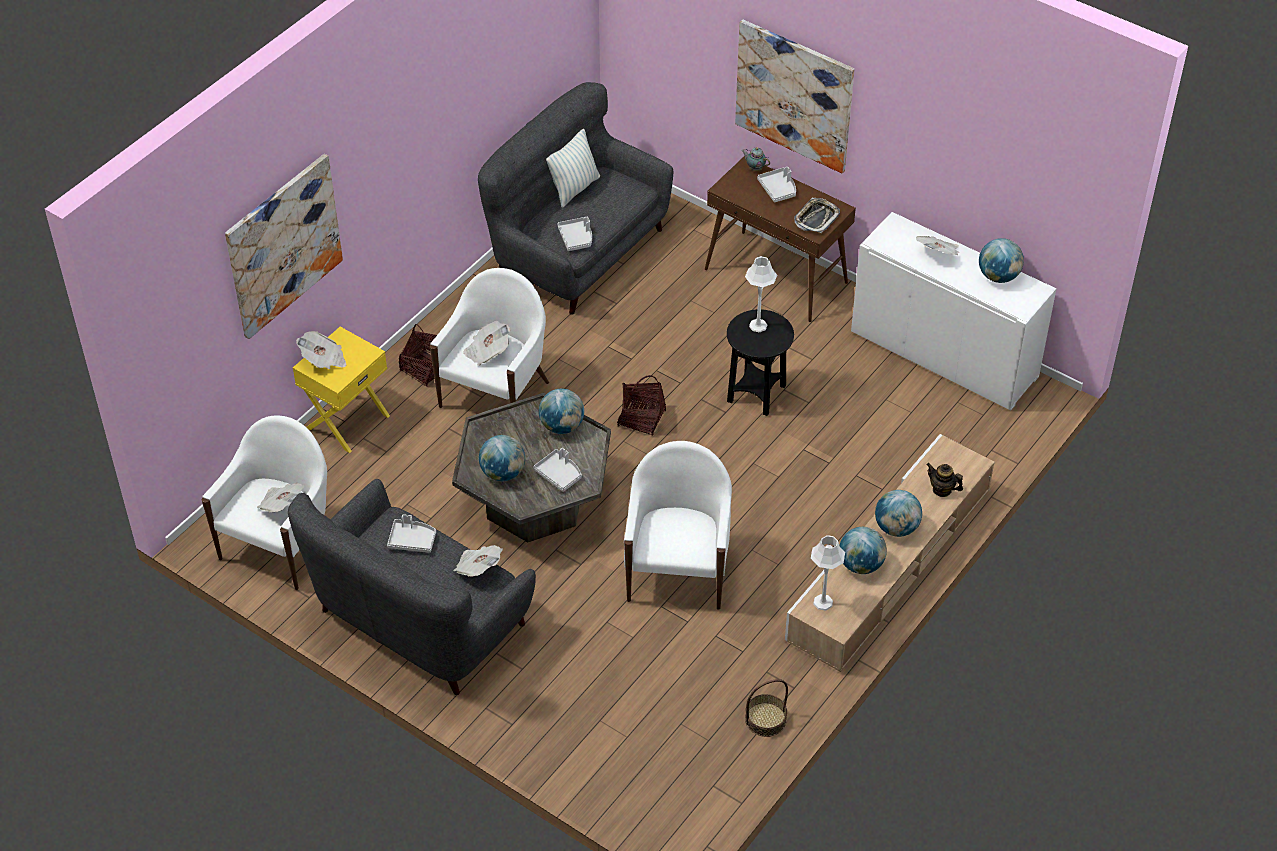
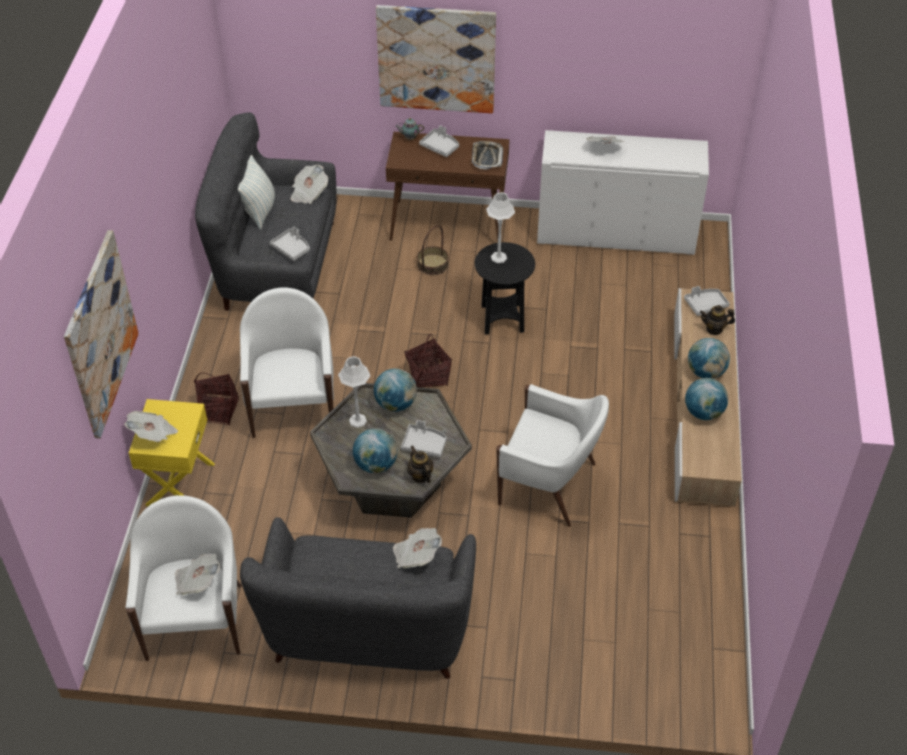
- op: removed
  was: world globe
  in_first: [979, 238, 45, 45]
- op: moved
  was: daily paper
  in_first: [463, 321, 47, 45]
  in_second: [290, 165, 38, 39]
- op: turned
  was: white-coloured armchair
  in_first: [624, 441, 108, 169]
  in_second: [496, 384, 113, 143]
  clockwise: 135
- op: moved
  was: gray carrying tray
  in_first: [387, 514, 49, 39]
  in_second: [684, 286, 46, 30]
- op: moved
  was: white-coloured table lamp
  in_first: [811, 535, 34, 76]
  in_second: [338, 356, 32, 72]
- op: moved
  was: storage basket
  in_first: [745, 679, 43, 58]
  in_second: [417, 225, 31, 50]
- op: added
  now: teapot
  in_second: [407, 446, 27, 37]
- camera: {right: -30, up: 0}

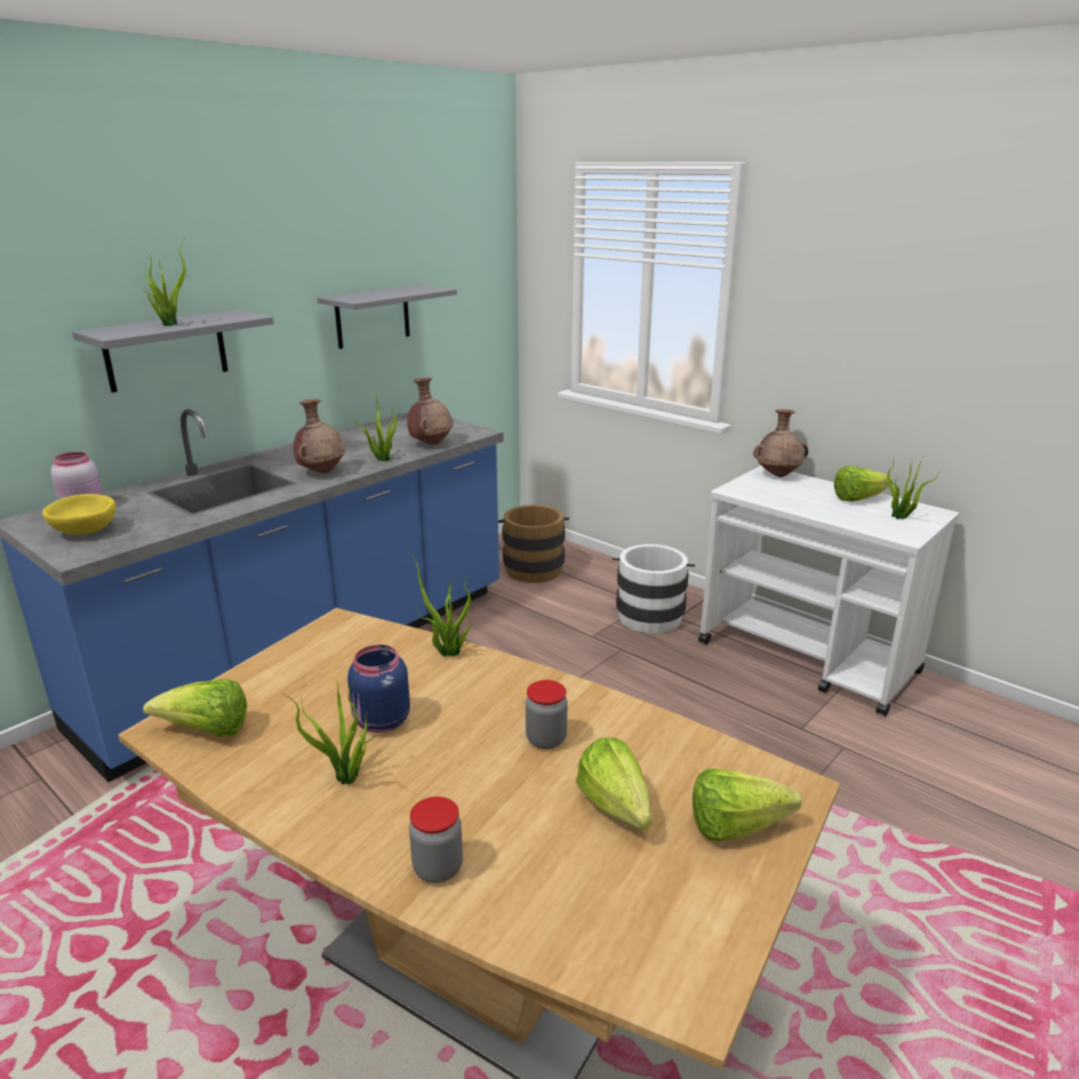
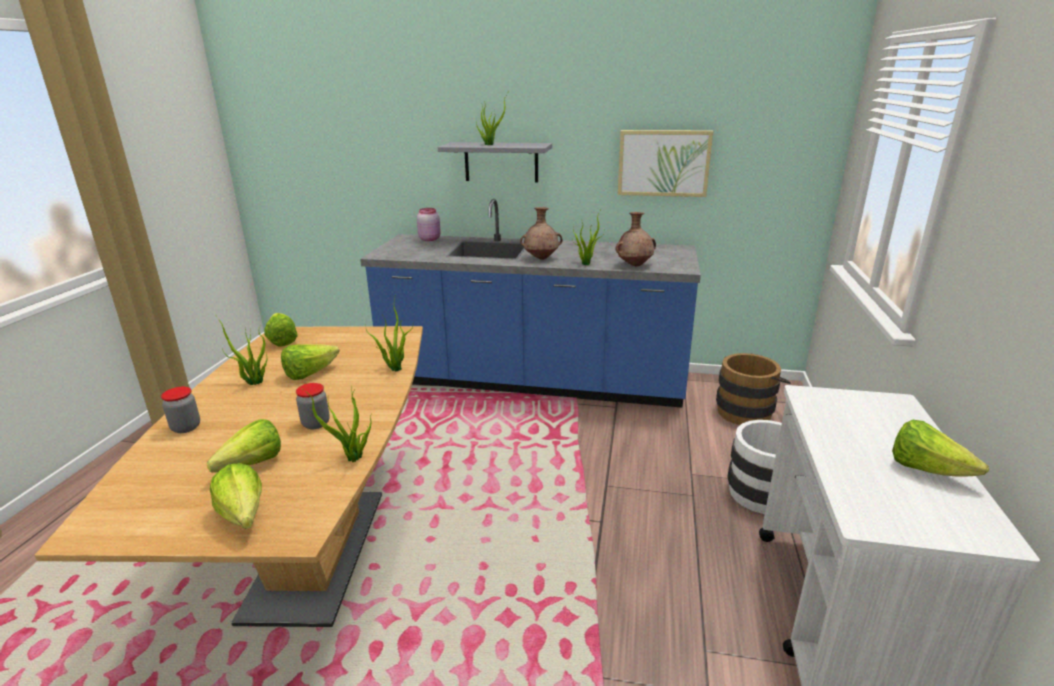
- op: replaced
  was: gray wall shelf
  now: wall art
  in_first: [317, 284, 140, 65]
  in_second: [618, 130, 95, 67]
- op: removed
  was: brown flower vase
  in_first: [754, 409, 54, 68]
- op: moved
  was: plant in a pot
  in_first: [887, 457, 53, 62]
  in_second: [300, 387, 71, 75]
- op: removed
  was: yellow deep dish
  in_first: [43, 494, 73, 41]
- op: replaced
  was: blue-coloured preserve jar
  now: head of lettuce
  in_first: [348, 645, 62, 88]
  in_second: [281, 344, 59, 36]
- camera: {right: 60, up: 0}

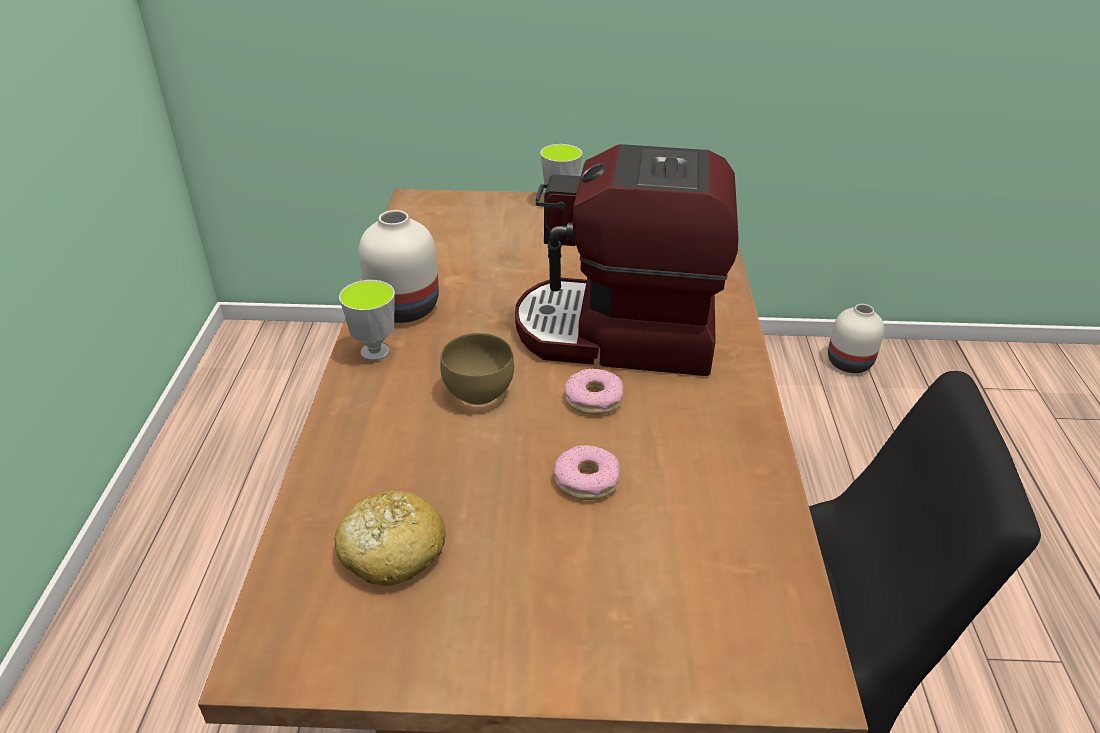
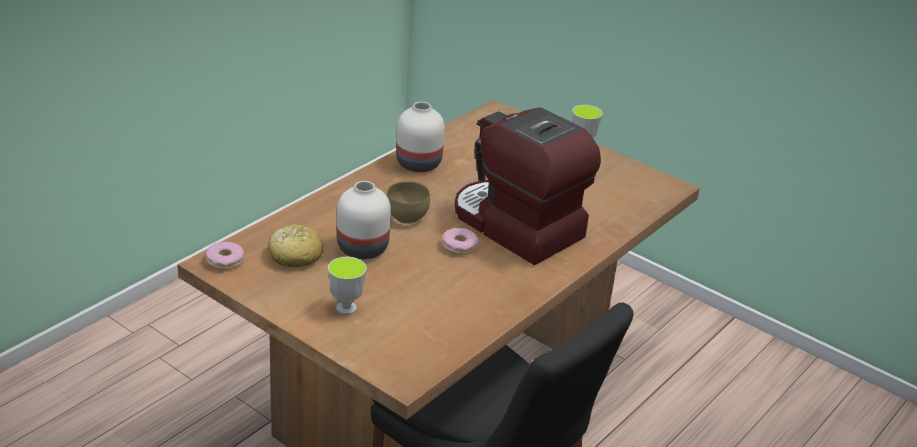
- op: moved
  was: small cup
  in_first: [339, 280, 56, 81]
  in_second: [328, 257, 39, 58]
- op: moved
  was: white-coloured flower vase
  in_first: [828, 304, 56, 69]
  in_second: [337, 181, 54, 78]
- op: moved
  was: ring doughnut
  in_first: [554, 445, 66, 55]
  in_second: [206, 241, 38, 29]
- camera: {right: 35, up: -5}

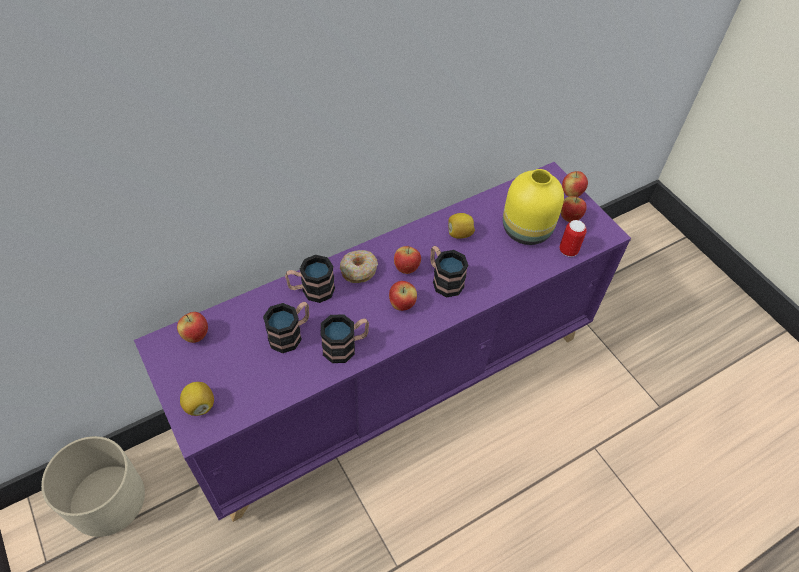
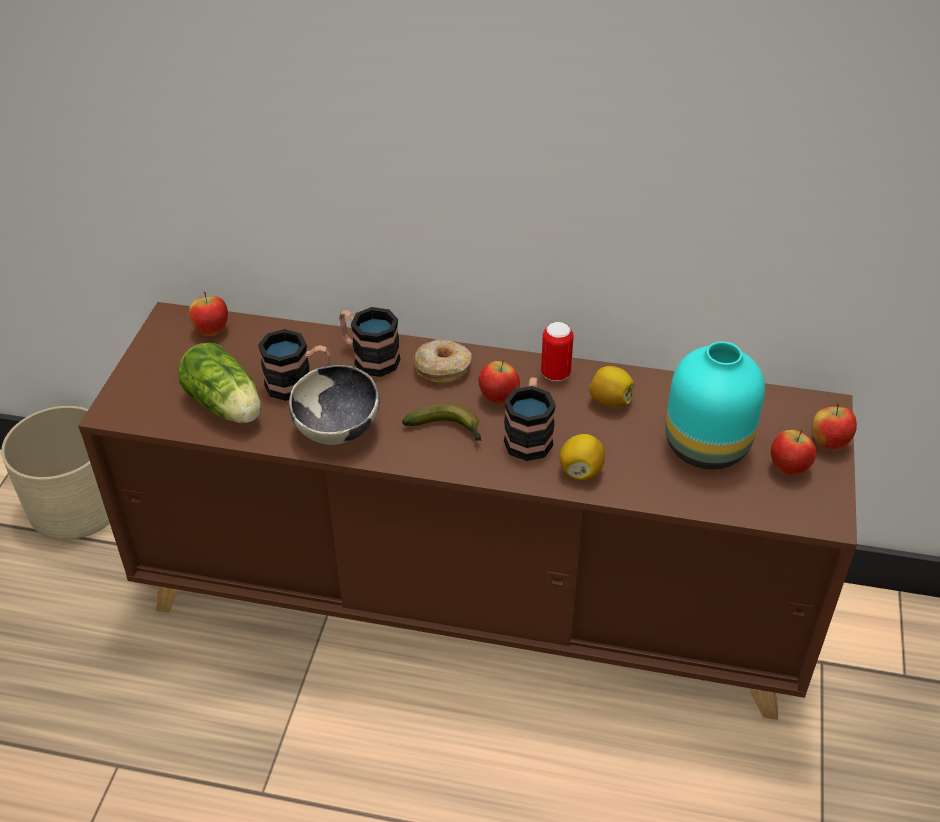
- op: recoloured
  was: purple-coloured cupboard
  now: brown cupboard
  in_first: [134, 162, 497, 360]
  in_second: [78, 302, 779, 418]
- op: recoloured
  was: yellow flower vase
  now: turquoise-coloured flower vase
  in_first: [503, 169, 61, 76]
  in_second: [665, 341, 100, 128]
- op: moved
  was: metal can
  in_first: [560, 220, 27, 37]
  in_second: [541, 322, 33, 59]
- op: replaced
  was: apple fruit
  now: banana fruit
  in_first: [389, 281, 28, 30]
  in_second: [402, 404, 80, 37]
- op: replaced
  was: coffee mug
  now: deep dish
  in_first: [321, 314, 48, 49]
  in_second: [289, 365, 91, 80]
- op: moved
  was: whole lemon
  in_first: [180, 382, 34, 34]
  in_second: [560, 434, 45, 47]
- op: added
  now: head of lettuce
  in_second: [178, 343, 83, 80]
- camera: {right: 45, up: -10}

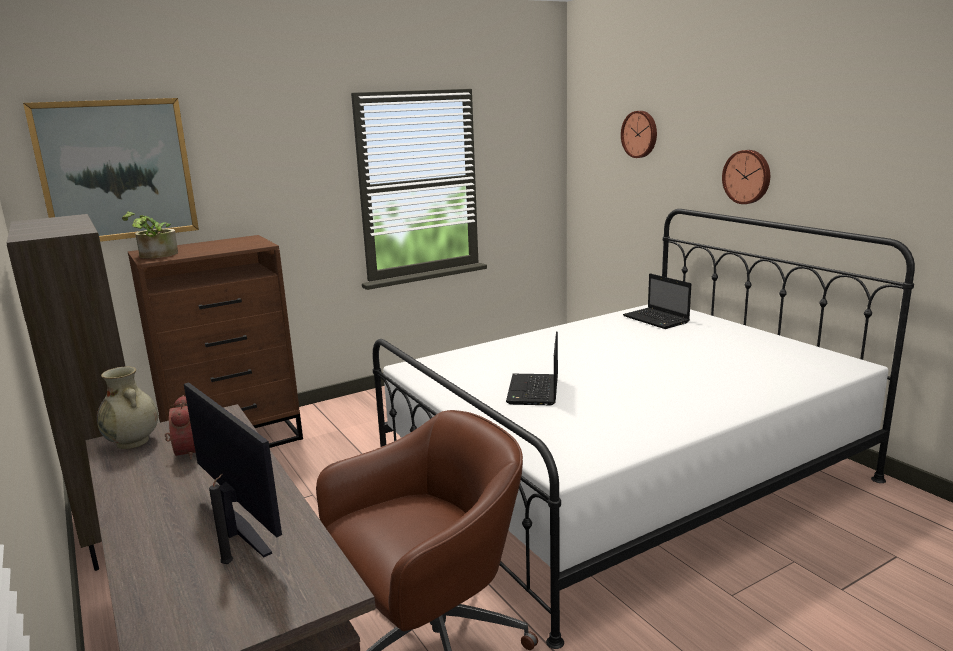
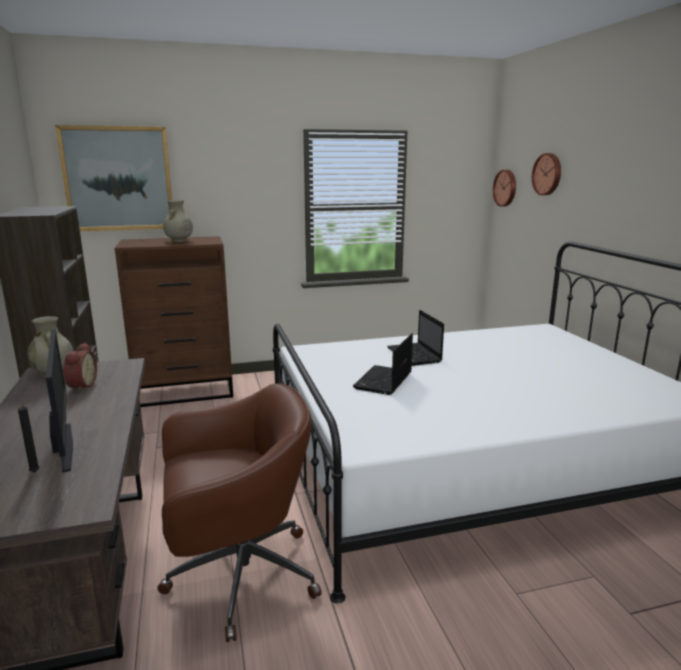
- op: moved
  was: wall clock
  in_first: [722, 150, 48, 54]
  in_second: [493, 170, 23, 37]
- op: removed
  was: plant in a pot
  in_first: [122, 211, 56, 48]
- op: moved
  was: laptop
  in_first: [623, 273, 68, 56]
  in_second: [387, 310, 57, 56]
- op: added
  now: beige-coloured flower vase
  in_second: [163, 200, 30, 42]
- camera: {right: 15, up: 0}

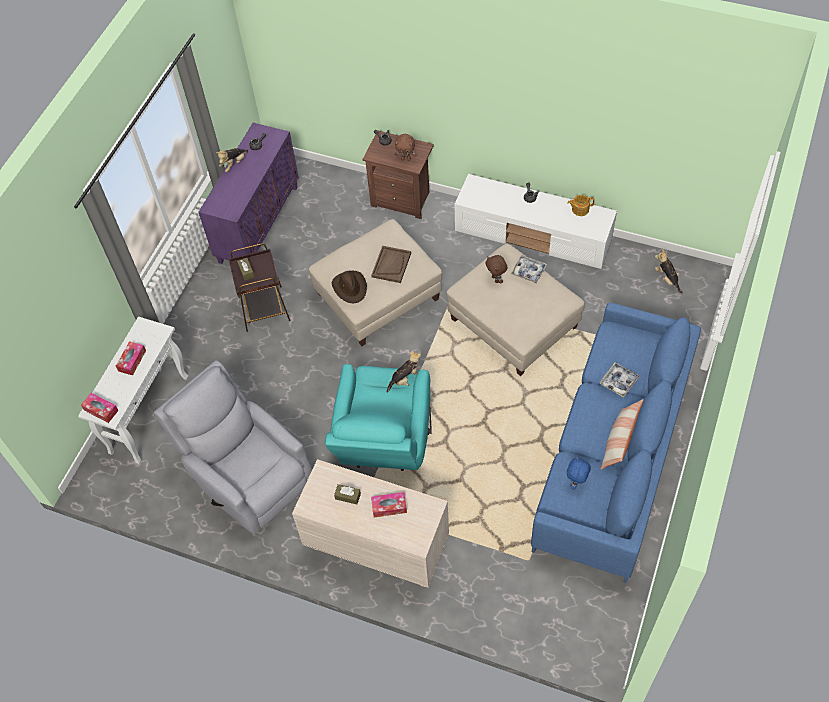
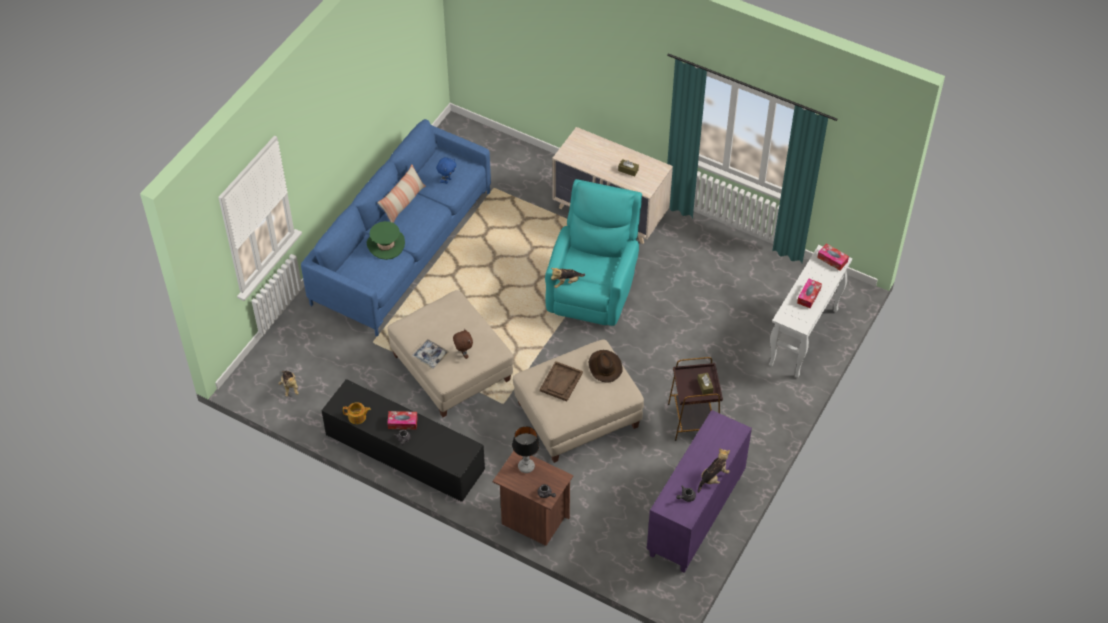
- op: replaced
  was: brown cuddly toy
  now: table lamp
  in_first: [395, 134, 22, 27]
  in_second: [512, 426, 28, 47]
- op: recoloured
  was: white-coloured tv unit
  now: black-coloured tv unit
  in_first: [455, 174, 162, 95]
  in_second: [322, 379, 163, 123]
- op: removed
  was: gray armchair
  in_first: [154, 360, 158, 174]
- op: replaced
  was: carrying tray
  now: green-coloured hat
  in_first: [599, 362, 41, 35]
  in_second: [367, 221, 38, 39]
- op: moved
  was: box of tissues
  in_first: [371, 492, 36, 25]
  in_second: [387, 411, 31, 19]
- camera: {right: -175, up: -5}

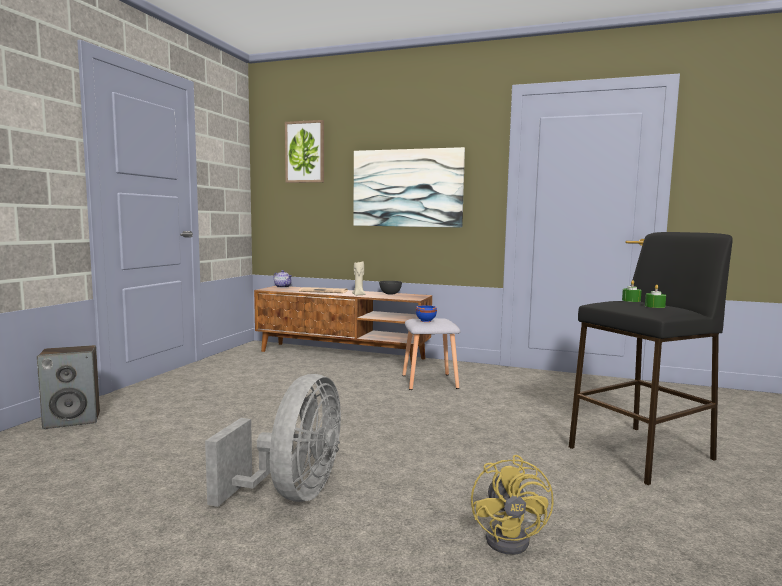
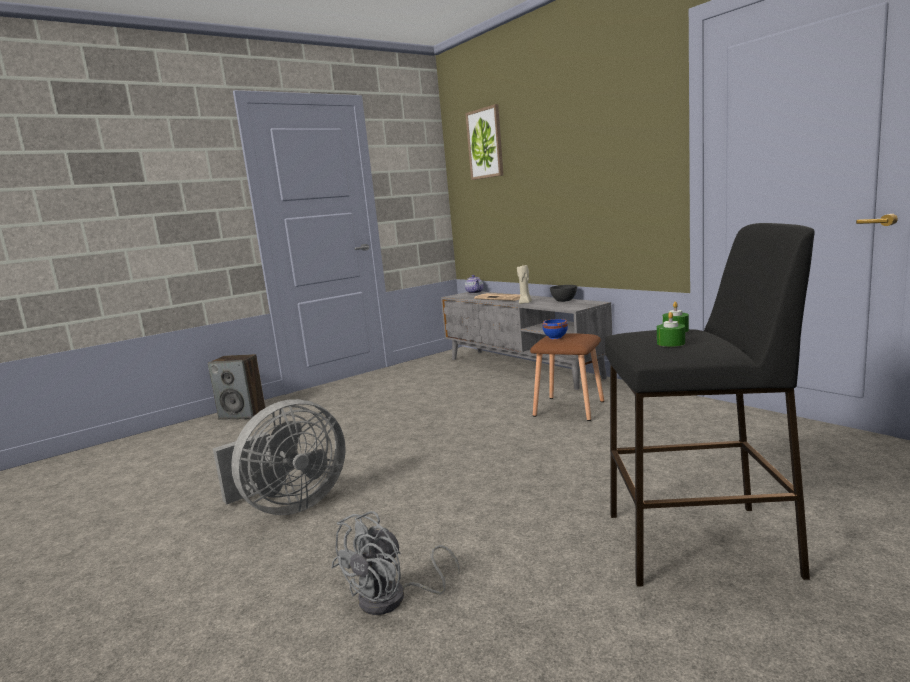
- op: removed
  was: wall art
  in_first: [353, 147, 112, 81]
- op: recoloured
  was: brown tv unit
  now: gray tv unit
  in_first: [254, 286, 178, 82]
  in_second: [441, 291, 171, 99]
- op: recoloured
  was: gray stool
  now: brown stool
  in_first: [402, 318, 58, 72]
  in_second: [530, 333, 74, 88]
- op: recoloured
  was: yellow cooling fan
  now: gray cooling fan
  in_first: [471, 455, 83, 100]
  in_second: [331, 511, 129, 104]
- camera: {right: 35, up: 5}

